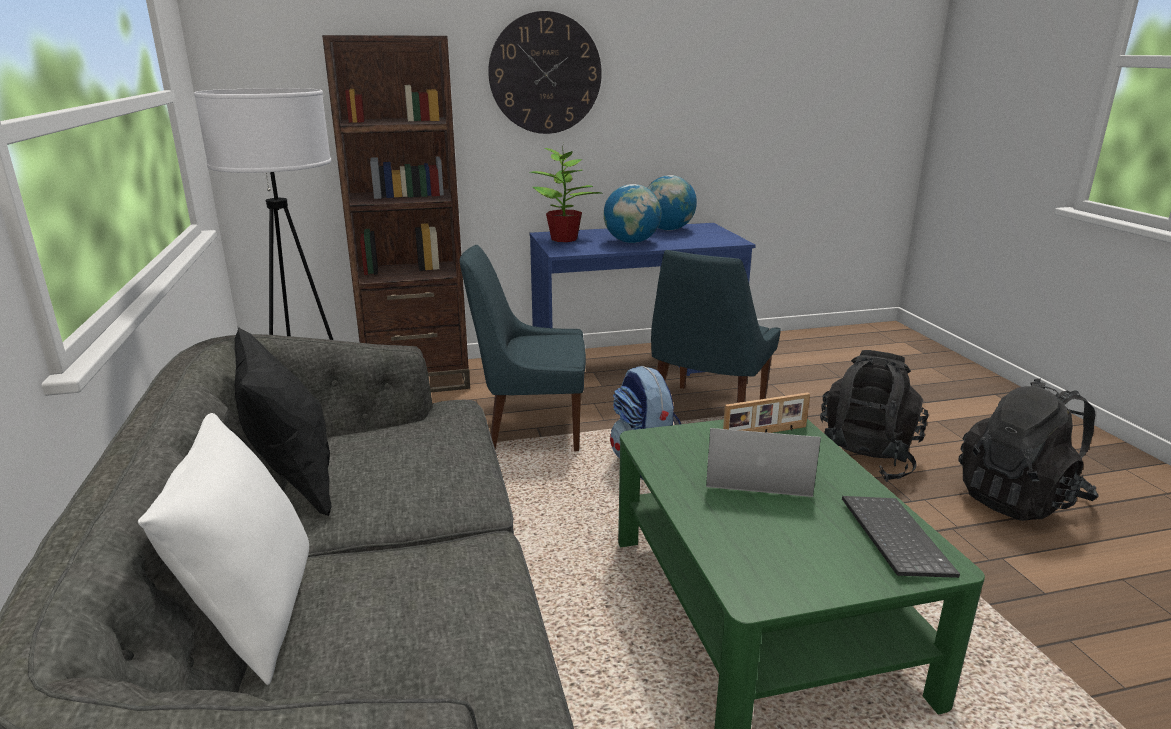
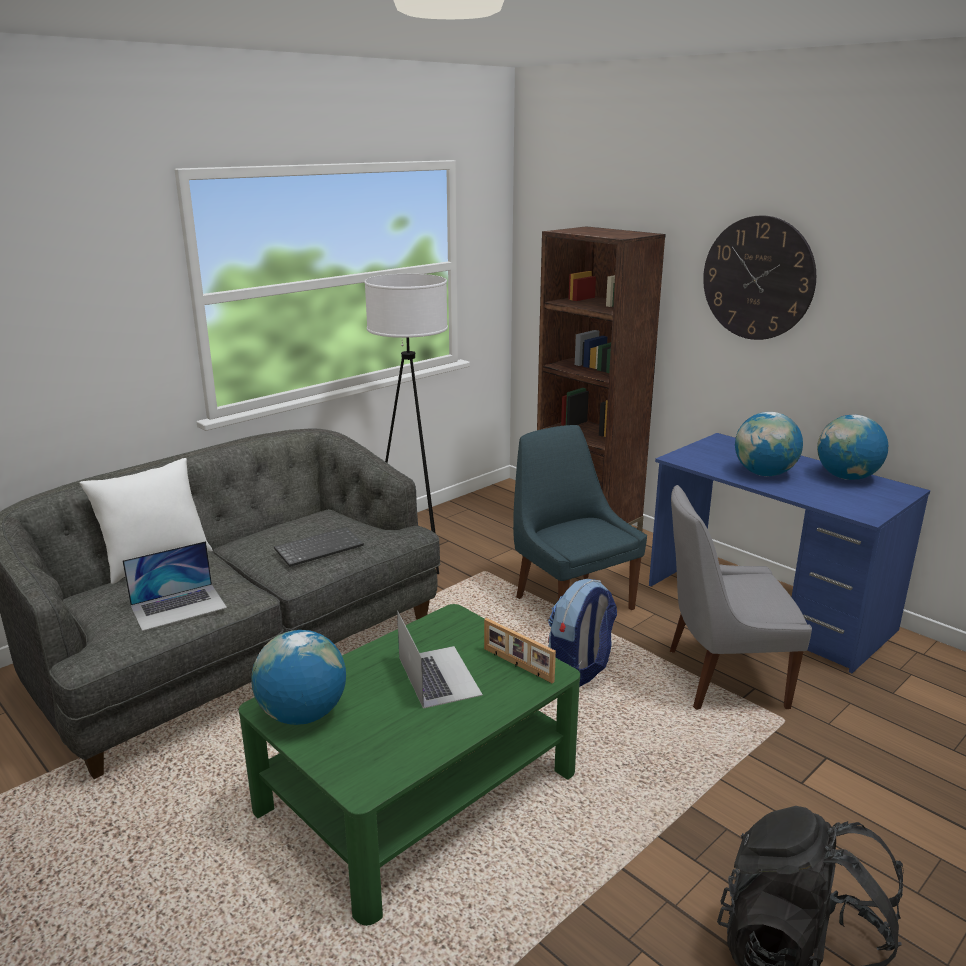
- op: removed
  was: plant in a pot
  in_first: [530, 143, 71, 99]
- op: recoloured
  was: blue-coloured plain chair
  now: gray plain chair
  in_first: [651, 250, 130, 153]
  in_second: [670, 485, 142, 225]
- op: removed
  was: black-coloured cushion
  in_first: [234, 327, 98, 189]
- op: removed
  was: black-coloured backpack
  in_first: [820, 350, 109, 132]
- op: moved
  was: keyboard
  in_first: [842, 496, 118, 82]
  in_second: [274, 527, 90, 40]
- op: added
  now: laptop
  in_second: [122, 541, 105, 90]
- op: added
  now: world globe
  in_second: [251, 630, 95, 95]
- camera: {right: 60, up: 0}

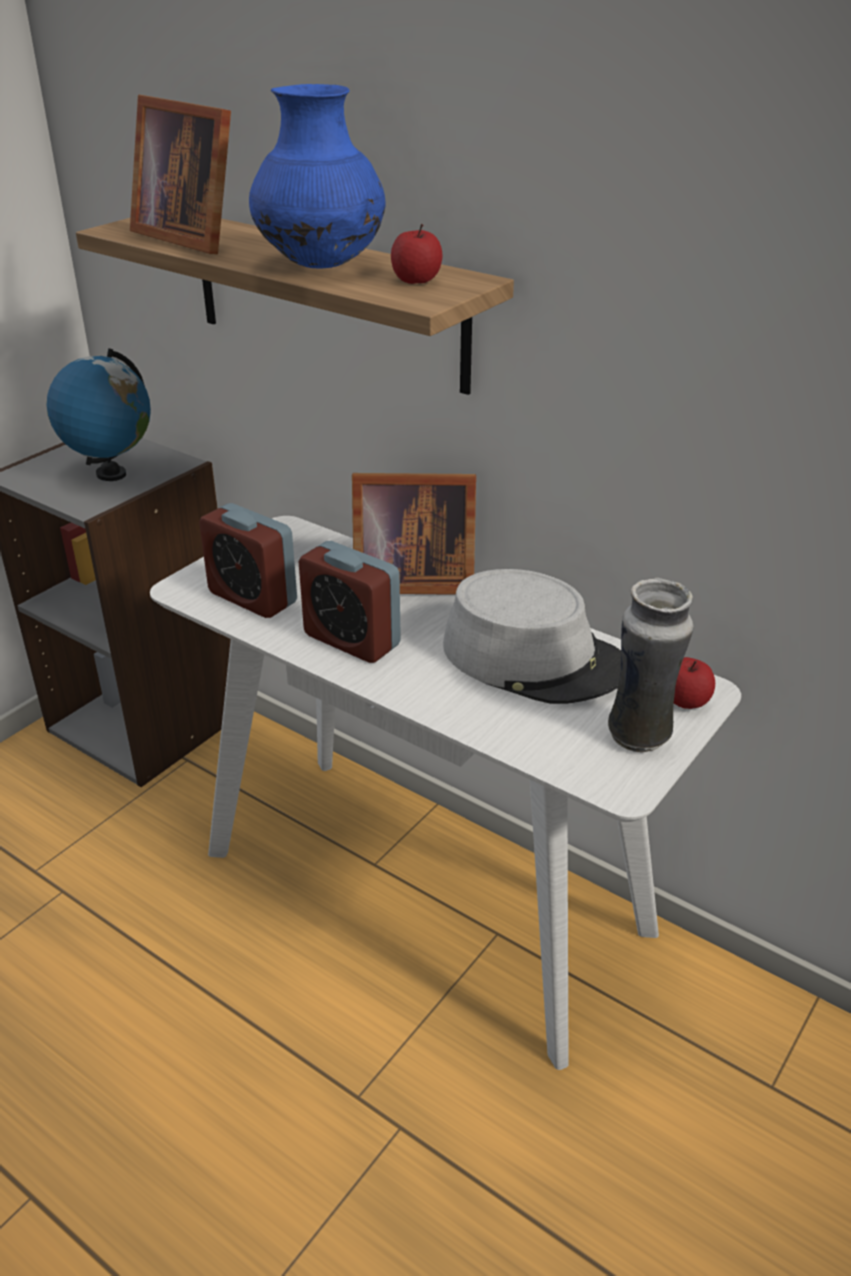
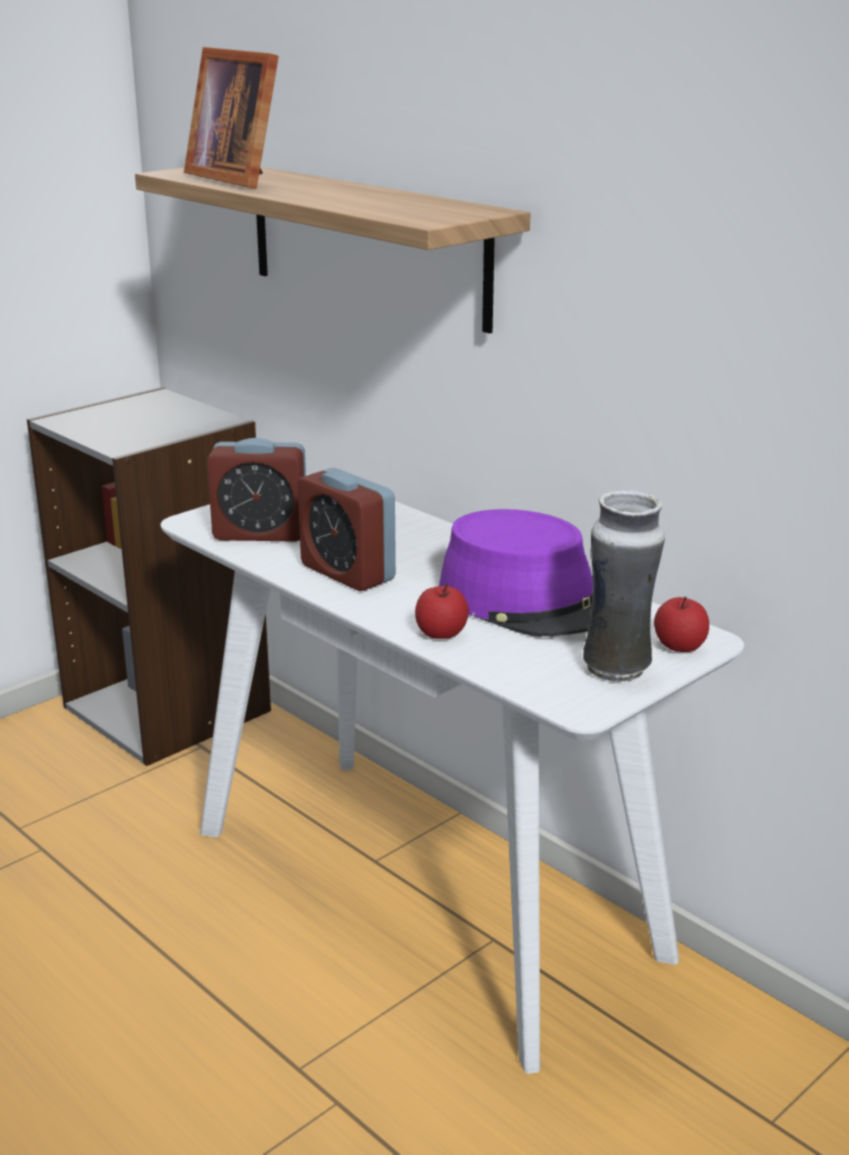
- op: removed
  was: blue-coloured flower vase
  in_first: [249, 84, 137, 185]
- op: moved
  was: apple fruit
  in_first: [391, 224, 51, 60]
  in_second: [415, 583, 54, 56]
- op: removed
  was: world globe
  in_first: [47, 348, 104, 133]
- op: removed
  was: standing frame
  in_first: [352, 473, 124, 122]
- op: turned
  was: table clock
  in_first: [199, 503, 98, 115]
  in_second: [207, 438, 99, 103]
  clockwise: -45
- op: recoloured
  was: gray hat
  now: purple-coloured hat
  in_first: [443, 569, 178, 135]
  in_second: [439, 509, 154, 128]
- camera: {right: 10, up: -10}

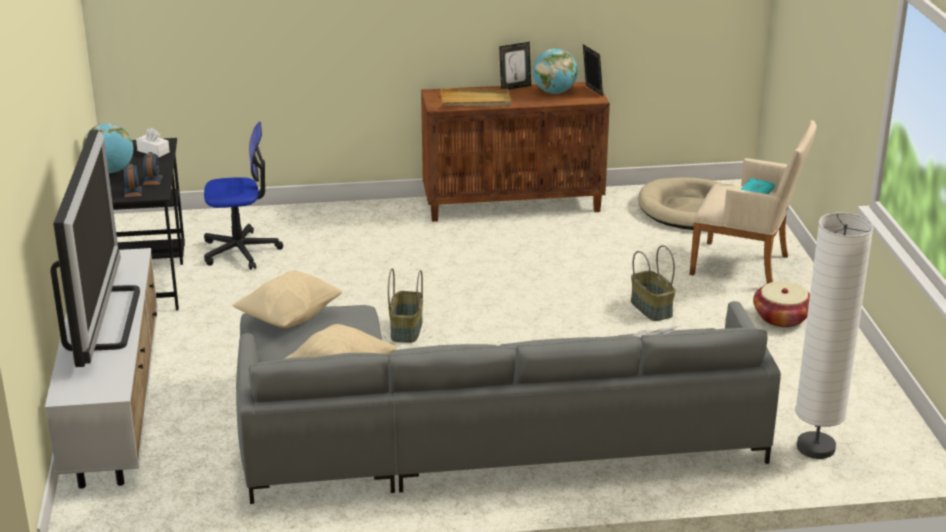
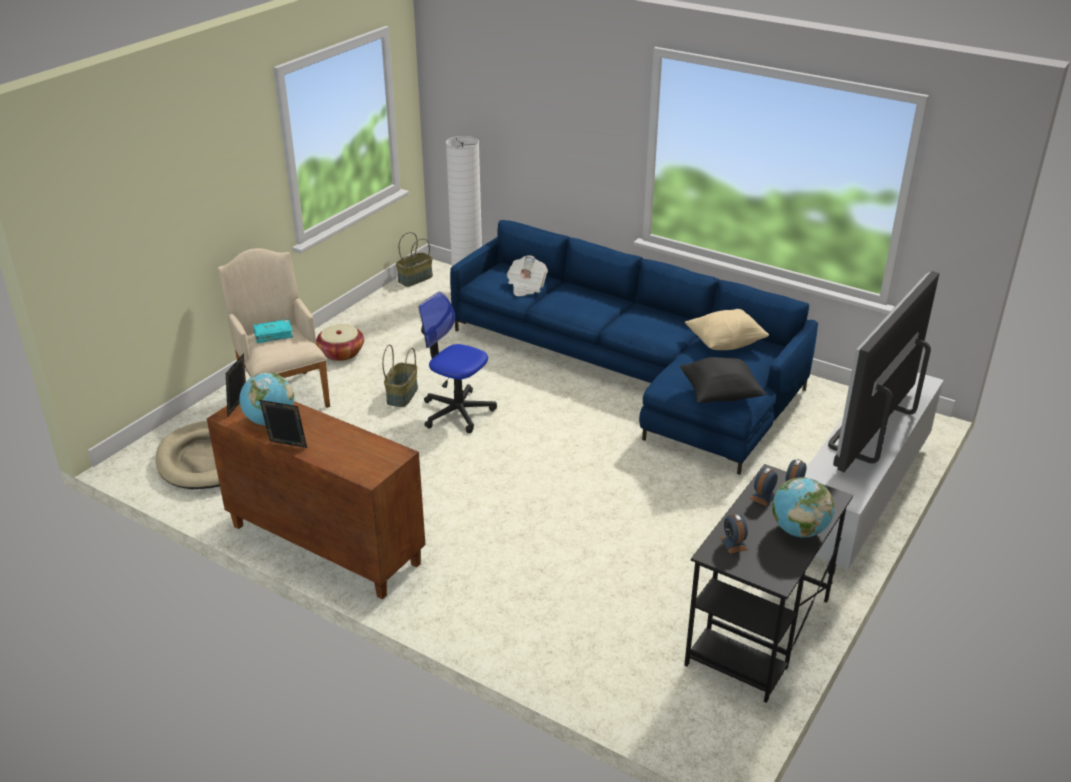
- op: removed
  was: beige-coloured carrying tray
  in_first: [441, 89, 70, 17]
- op: moved
  was: desk chair
  in_first: [204, 122, 79, 148]
  in_second: [419, 292, 78, 141]
- op: replaced
  was: white-coloured box of tissues
  now: table clock
  in_first: [136, 128, 34, 29]
  in_second: [720, 513, 28, 41]
- op: moved
  was: storage basket
  in_first: [388, 268, 35, 75]
  in_second: [396, 232, 37, 55]
- op: recoloured
  was: beige-coloured cushion
  now: black-coloured cushion
  in_first: [233, 270, 109, 58]
  in_second: [680, 357, 86, 46]
- op: recoloured
  was: gray settee
  now: blue-coloured settee
  in_first: [236, 301, 545, 203]
  in_second: [450, 220, 368, 255]
- camera: {right: -140, up: 5}

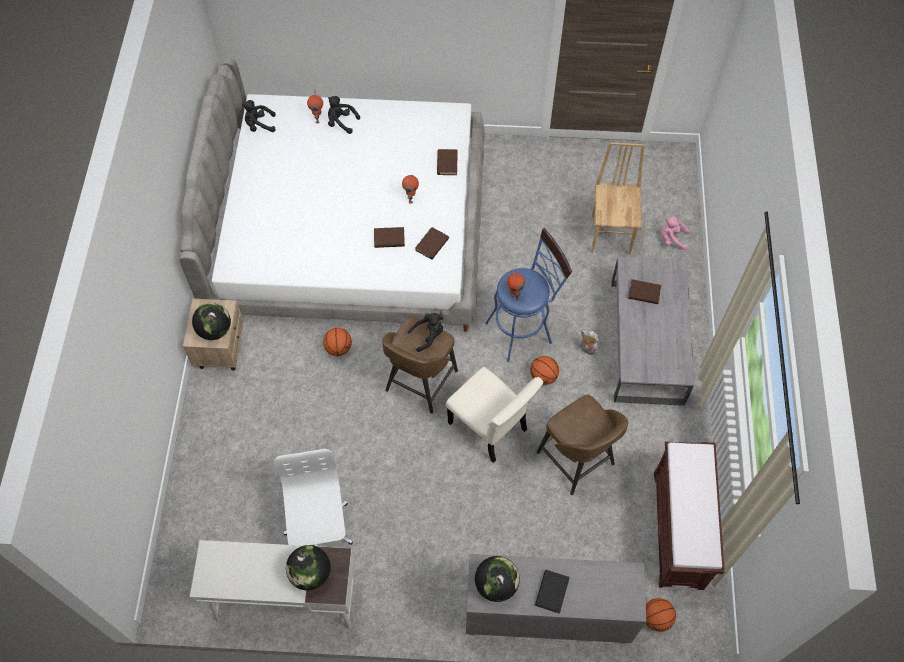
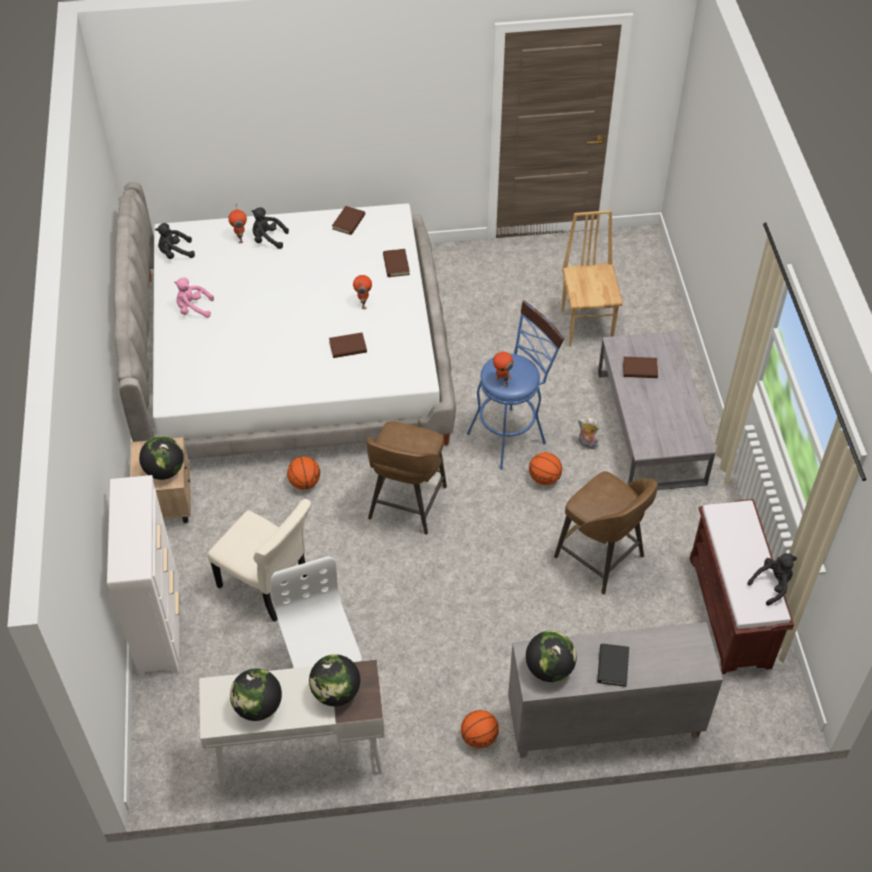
- op: moved
  was: pink-coloured cuddly toy
  in_first: [661, 217, 29, 33]
  in_second: [174, 277, 40, 41]
- op: moved
  was: brown volume
  in_first: [415, 227, 34, 33]
  in_second: [332, 206, 33, 29]
- op: moved
  was: black-coloured cuddly toy
  in_first: [408, 313, 35, 39]
  in_second: [747, 553, 50, 53]
- op: moved
  was: beige-coloured plain chair
  in_first: [446, 367, 97, 96]
  in_second: [208, 499, 103, 123]
- op: moved
  was: ball for basketball
  in_first: [645, 598, 31, 34]
  in_second: [461, 710, 38, 38]
- op: added
  now: white-coloured drawer chest
  in_second: [107, 475, 72, 202]
- op: added
  now: world globe
  in_second: [230, 669, 52, 52]
- camera: {right: -10, up: -10}

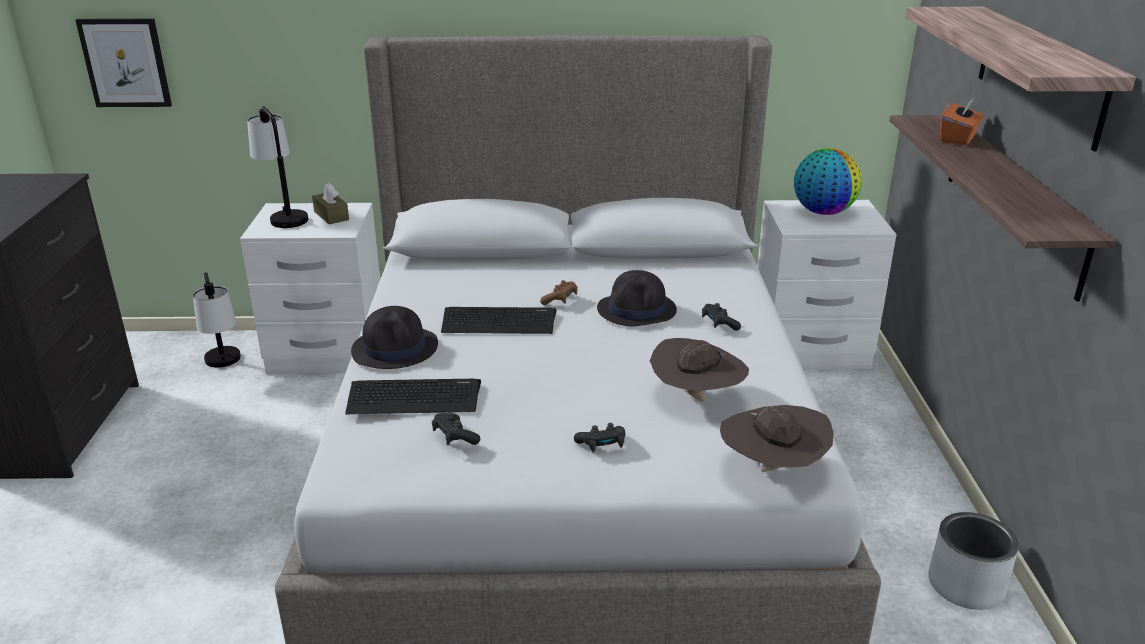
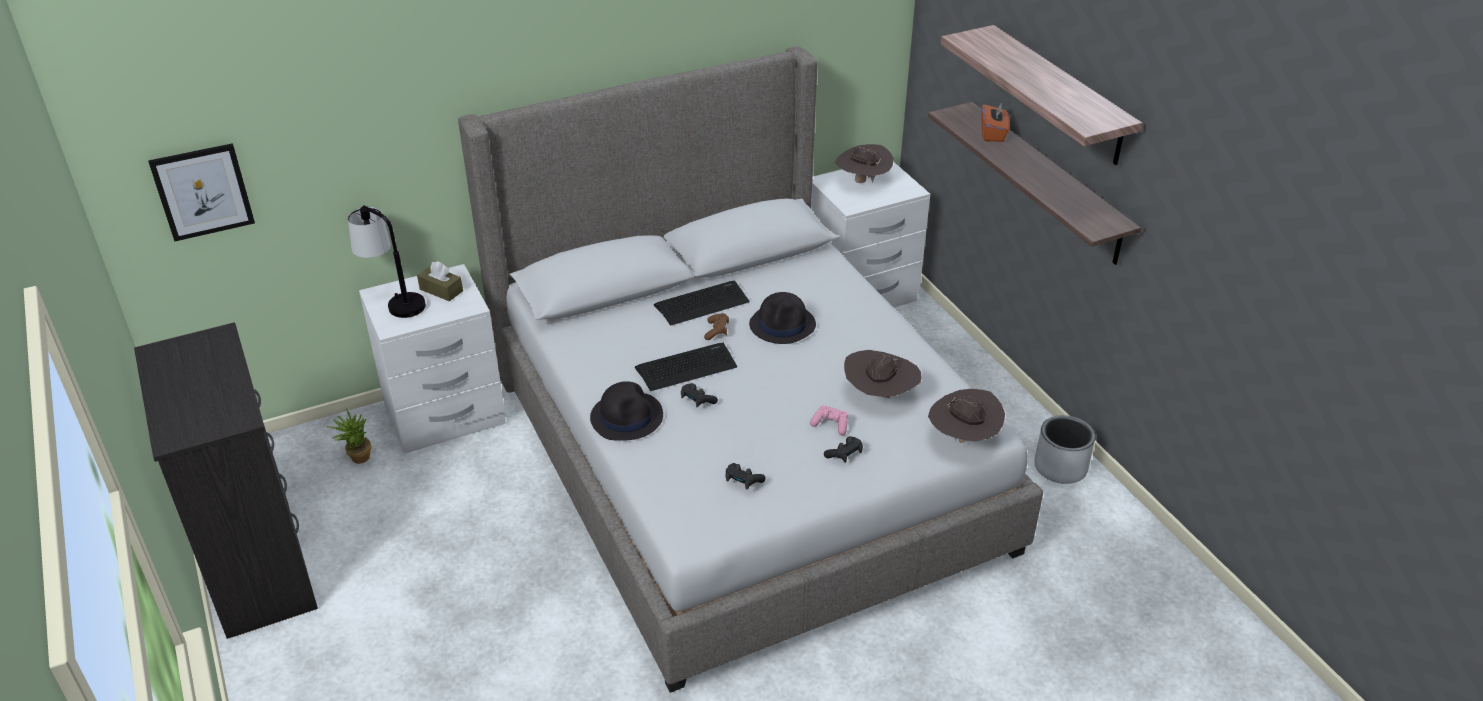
- op: replaced
  was: world globe
  now: brown hat
  in_first: [794, 148, 68, 67]
  in_second: [835, 144, 59, 39]
- op: replaced
  was: table lamp
  now: plant in a pot
  in_first: [193, 272, 48, 96]
  in_second: [326, 408, 45, 56]
- op: moved
  was: black-coloured game controller
  in_first: [702, 303, 39, 28]
  in_second: [681, 383, 37, 24]
- op: moved
  was: keyboard
  in_first: [345, 379, 136, 35]
  in_second: [654, 281, 96, 45]
- op: added
  now: pink-coloured game controller
  in_second: [810, 405, 38, 31]
- camera: {right: -25, up: 10}

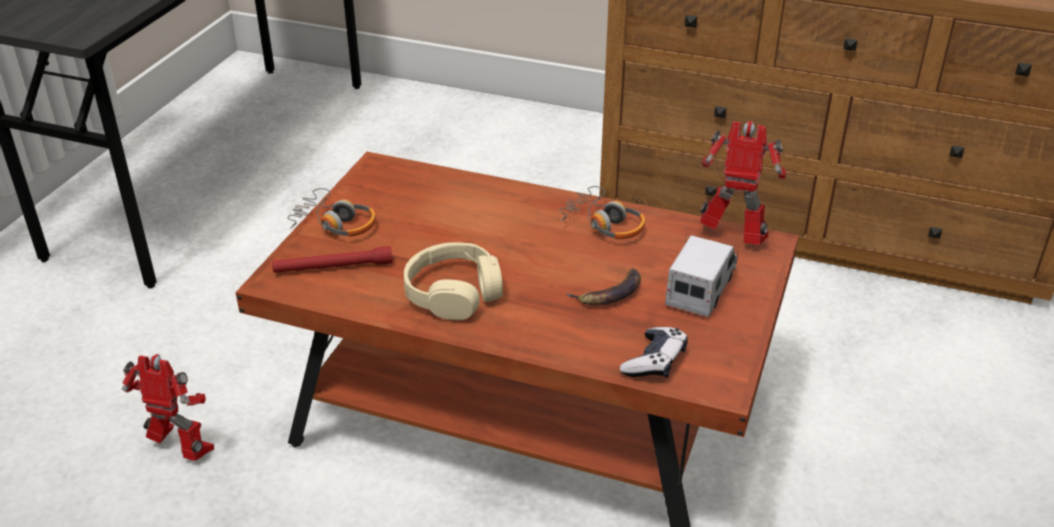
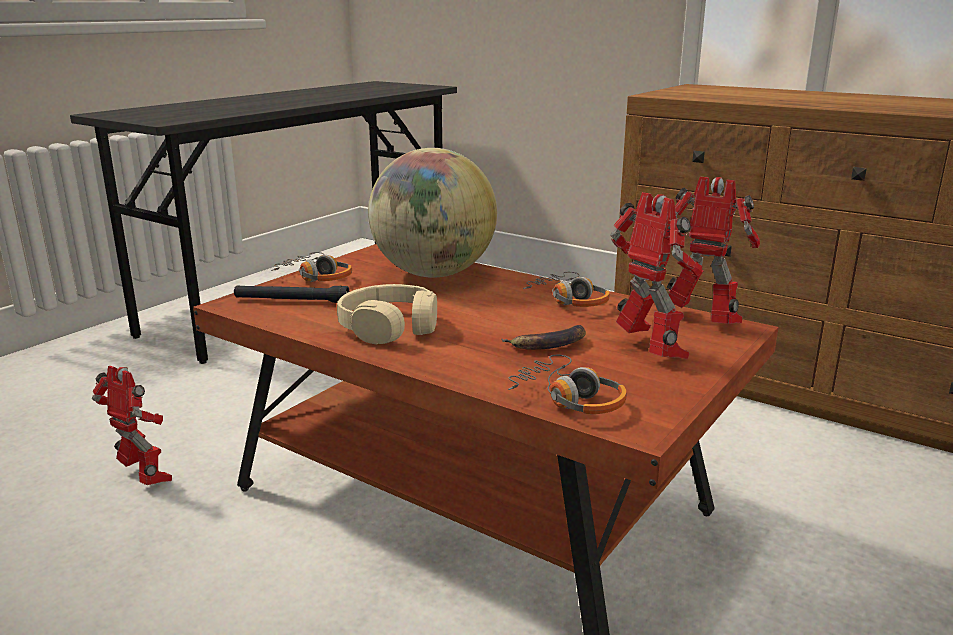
- op: replaced
  was: toy truck
  now: model robot
  in_first: [665, 235, 73, 82]
  in_second: [610, 192, 92, 167]
- op: recoloured
  was: red-coloured torch
  now: black-coloured torch
  in_first: [272, 246, 121, 27]
  in_second: [234, 285, 115, 18]
- op: replaced
  was: game controller
  now: headphones
  in_first: [620, 327, 68, 51]
  in_second: [508, 355, 119, 59]
- op: added
  now: world globe
  in_second: [368, 148, 129, 130]
- camera: {right: 15, up: -15}

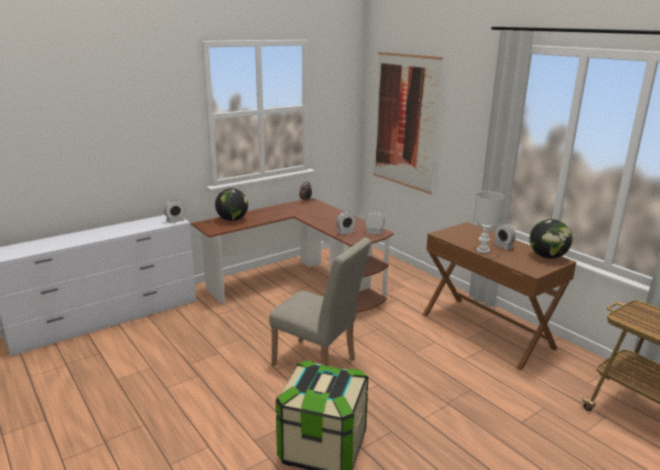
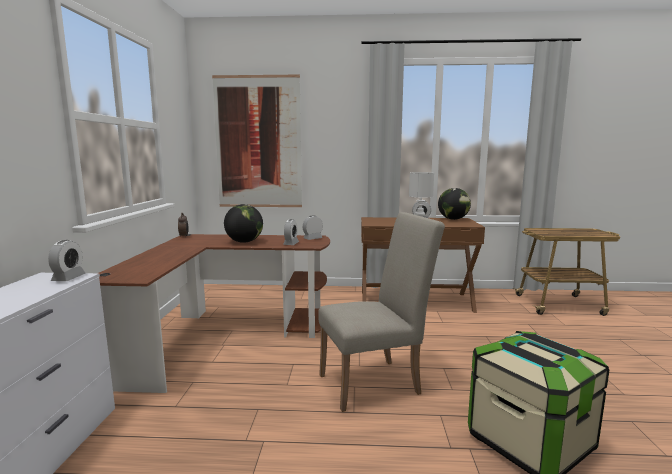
- op: moved
  was: world globe
  in_first: [215, 188, 33, 33]
  in_second: [224, 204, 39, 39]
- camera: {right: -50, up: -10}

